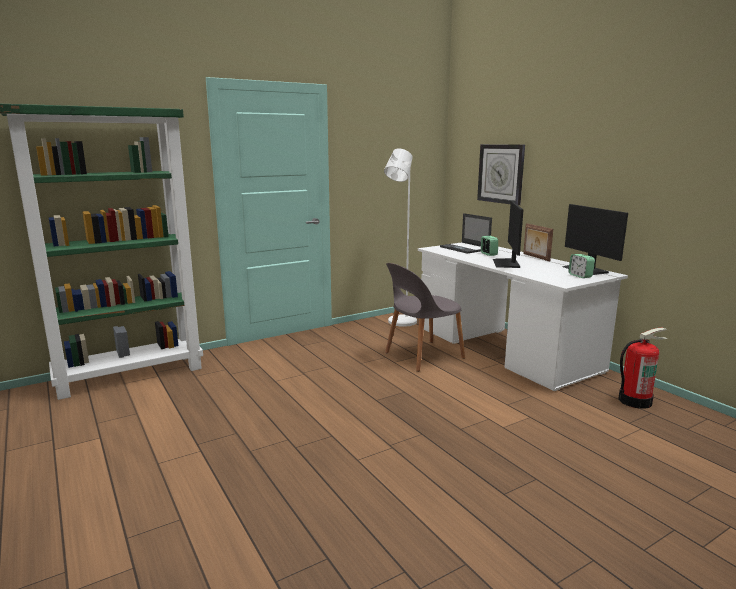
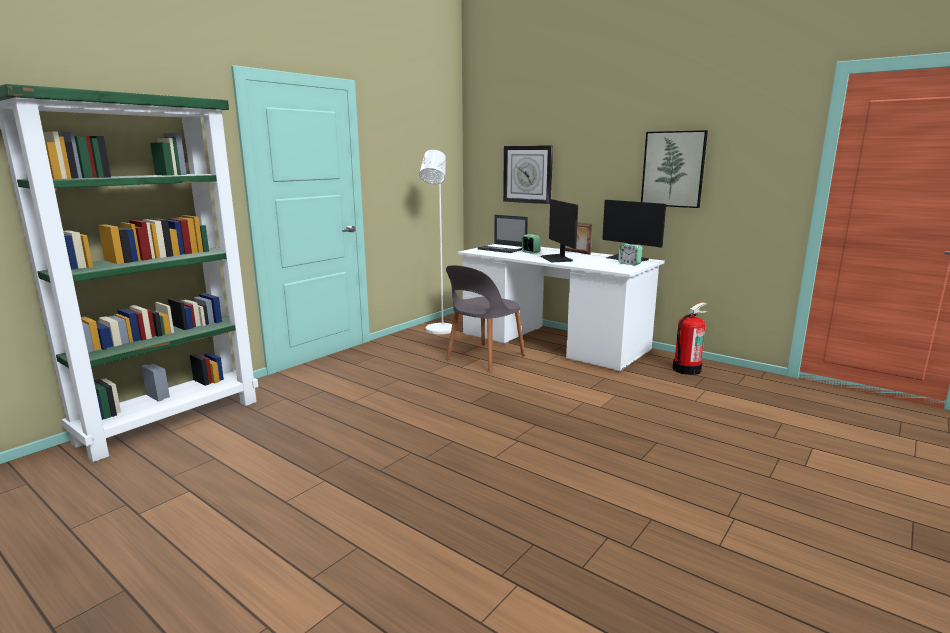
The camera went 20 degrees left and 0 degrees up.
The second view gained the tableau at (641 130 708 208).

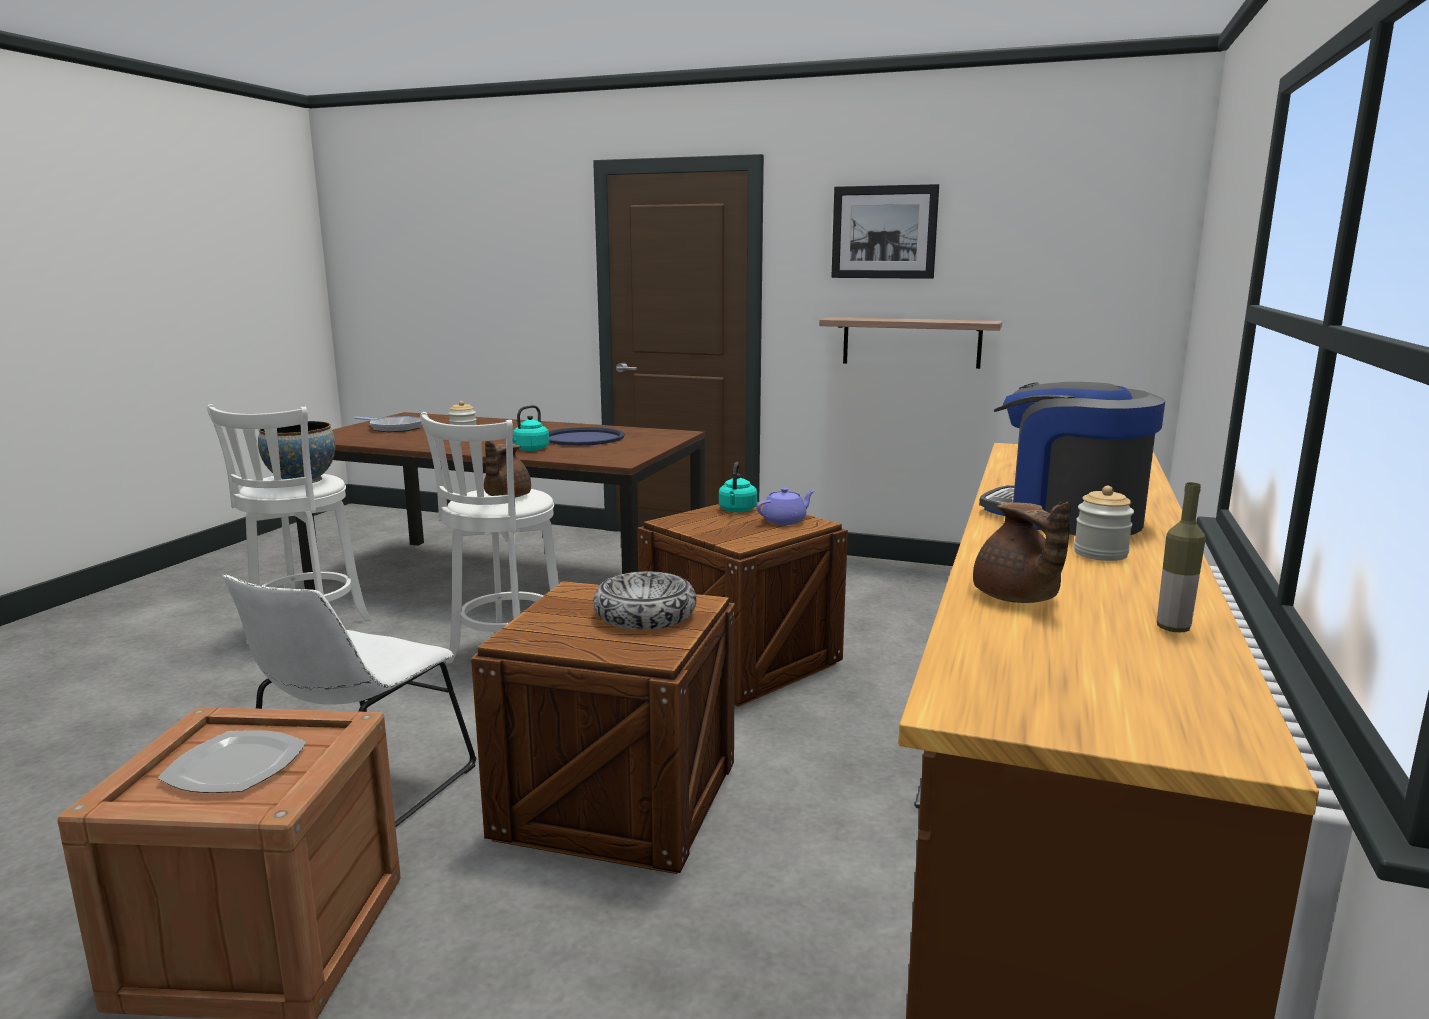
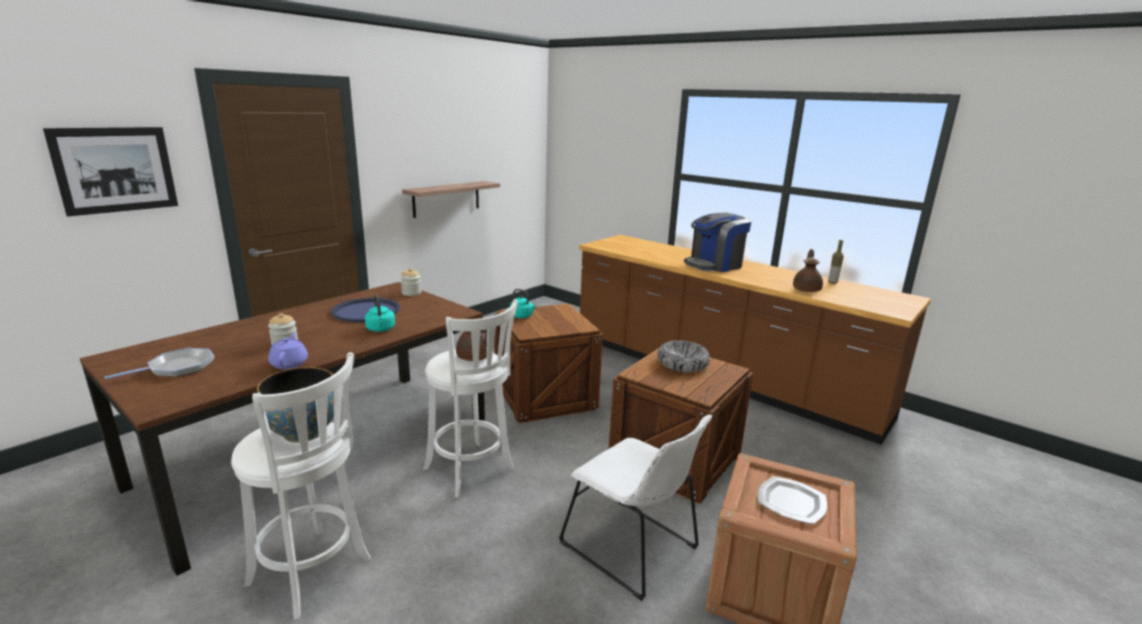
The camera went 70 degrees left and 5 degrees up.
The théière (violet) ended up elsewhere, having gone from (756 488 815 525) to (268 332 308 369).
The tableau ended up elsewhere, having gone from (831 184 939 279) to (43 127 178 216).
The théière (marron) at (973 501 1071 603) ended up facing another way, 75 degrees counterclockwise from before.
The bocal ended up elsewhere, having gone from (1074 486 1134 561) to (401 268 421 296).

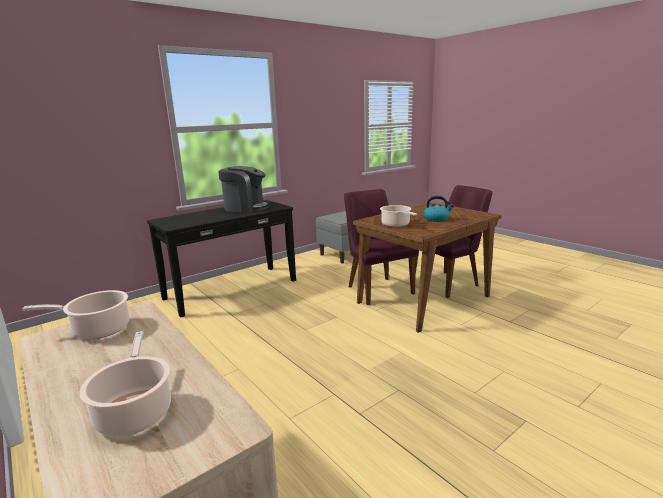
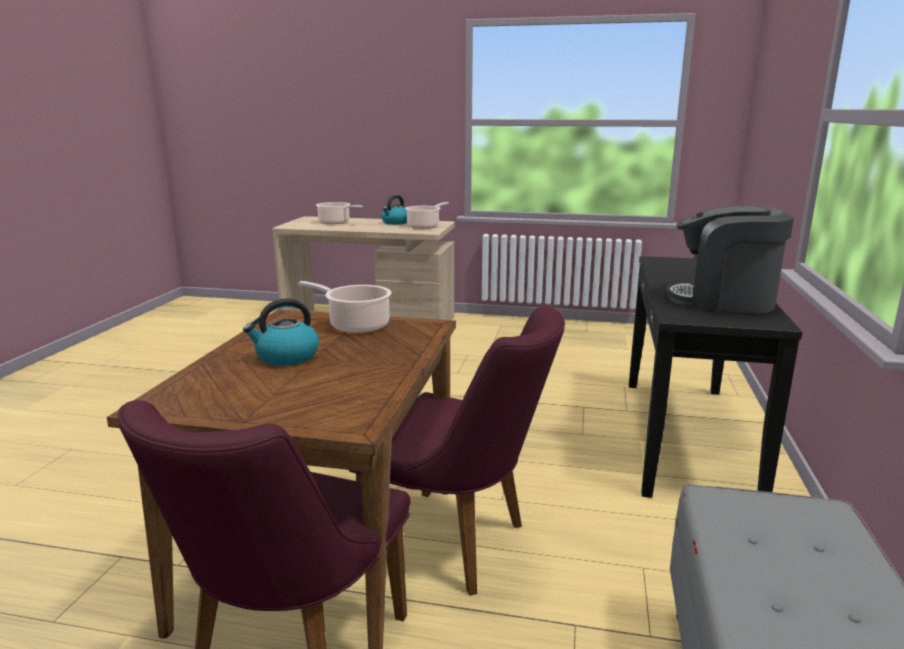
The camera went 140 degrees right and 0 degrees up.
The machine à café at (218 166 269 212) ended up facing another way, 45 degrees clockwise from before.
The second view gained the bouilloire at (381 195 407 225).

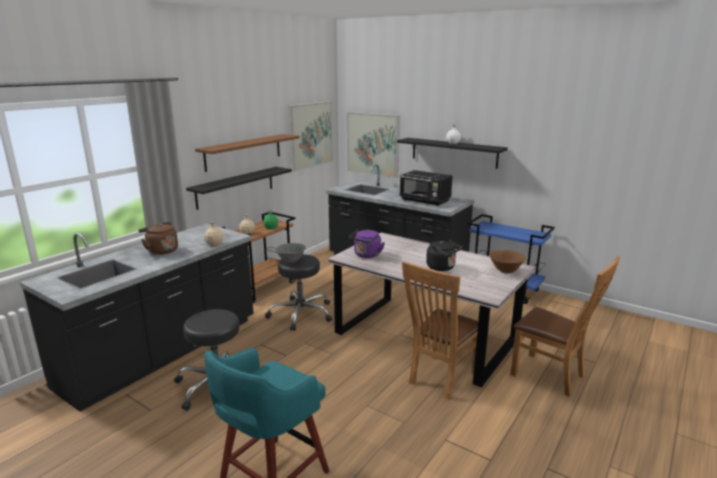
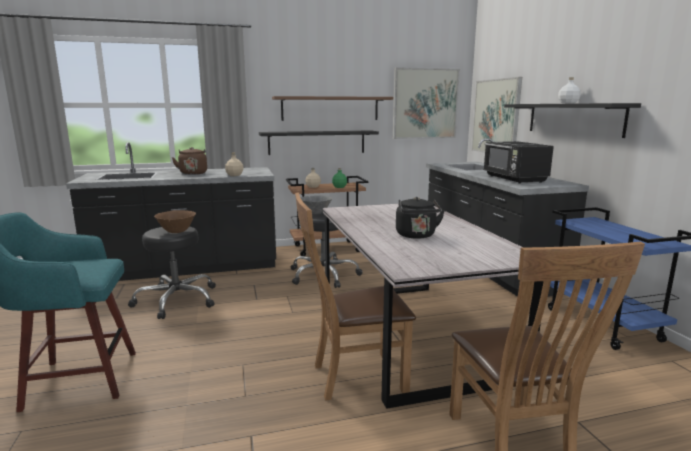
The camera went 40 degrees right and 5 degrees down.
The second view lost the bouilloire (violet) at (349 229 385 258).
The bol (marron) ended up elsewhere, having gone from (489 250 527 273) to (154 210 196 233).

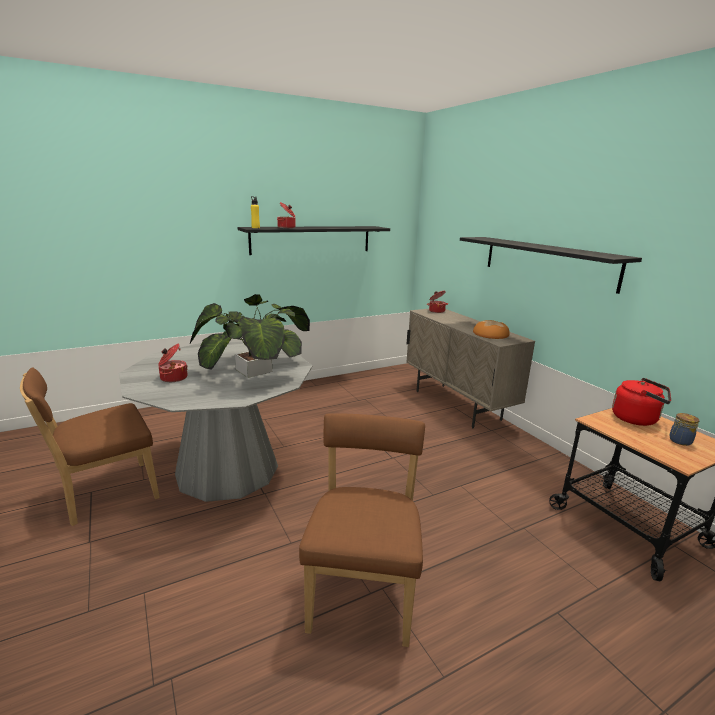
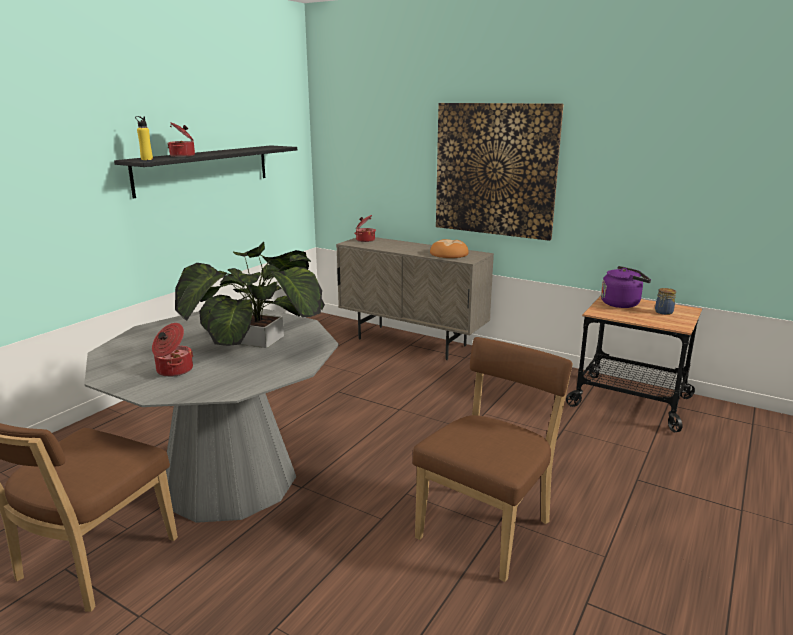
The camera went 30 degrees left and 0 degrees up.
The chaise (marron) at (299 413 425 647) ended up facing another way, 60 degrees clockwise from before.
Where the étagère (noir) hung at (460 237 642 294), the tableau came to hang at (436 103 564 241).
What was the bouilloire (rouge) at (612 378 671 426) turned into the bouilloire (violet) at (601 266 651 308).

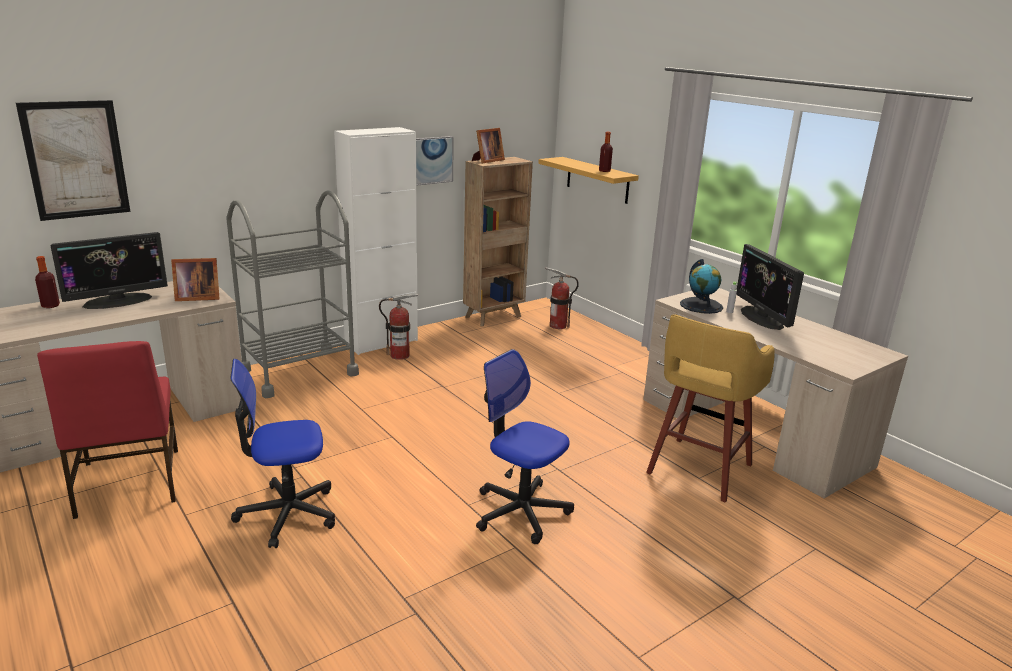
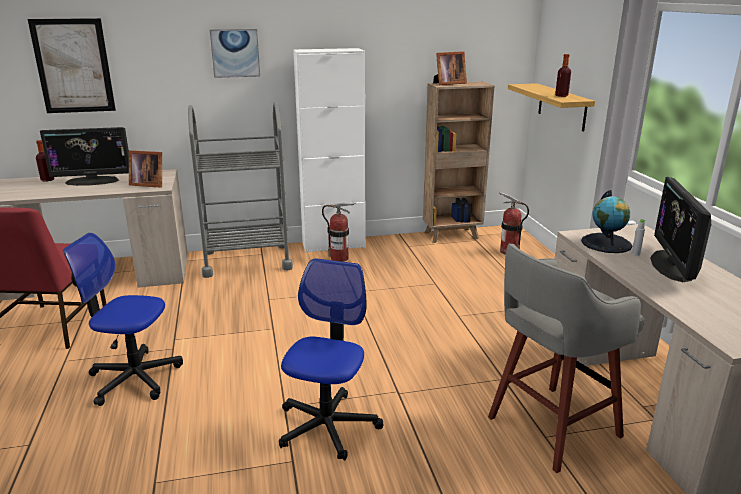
The camera went 25 degrees right and 0 degrees up.
The tableau ended up elsewhere, having gone from (416 136 454 186) to (210 29 260 78).
The chaise de bureau at (476 349 574 544) ended up facing another way, 45 degrees clockwise from before.
What was the tabouret (jaune) at (646 314 775 502) turned into the tabouret (gris) at (488 244 645 473).

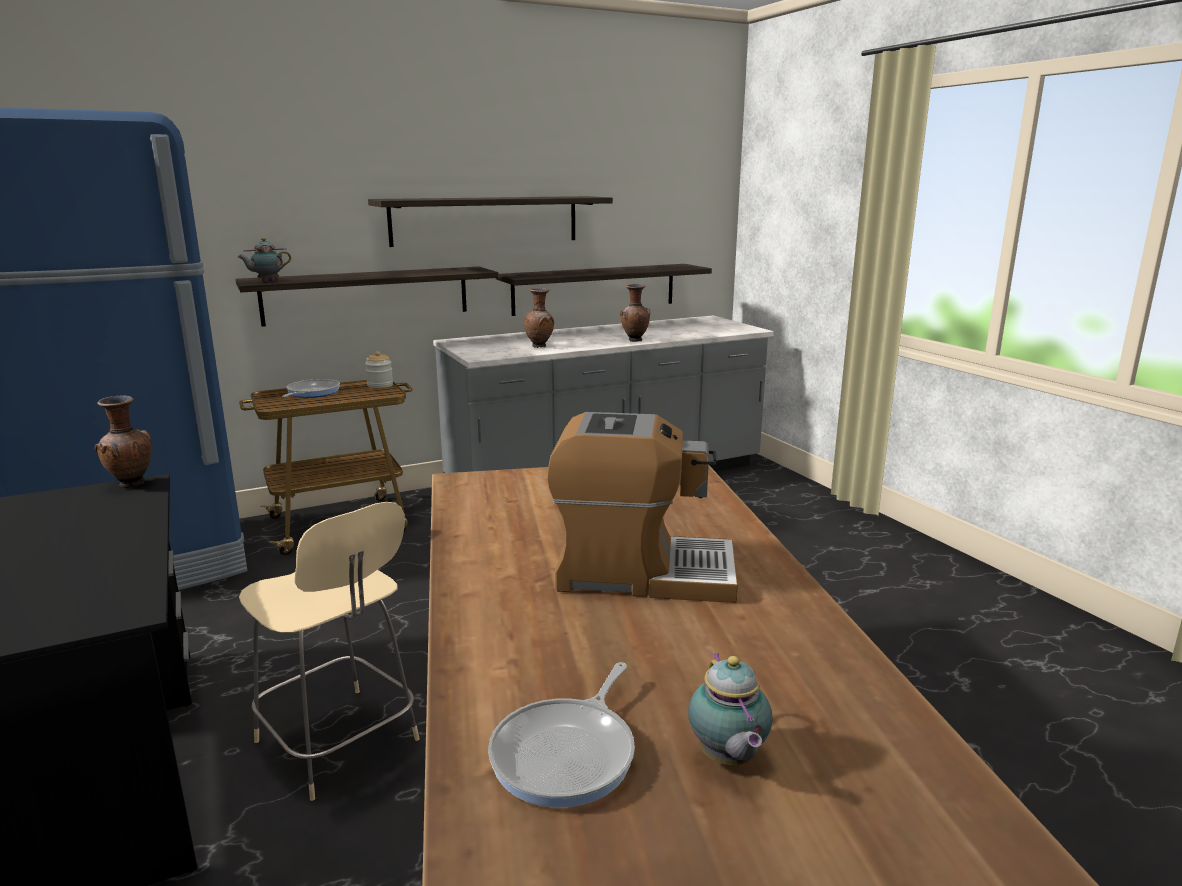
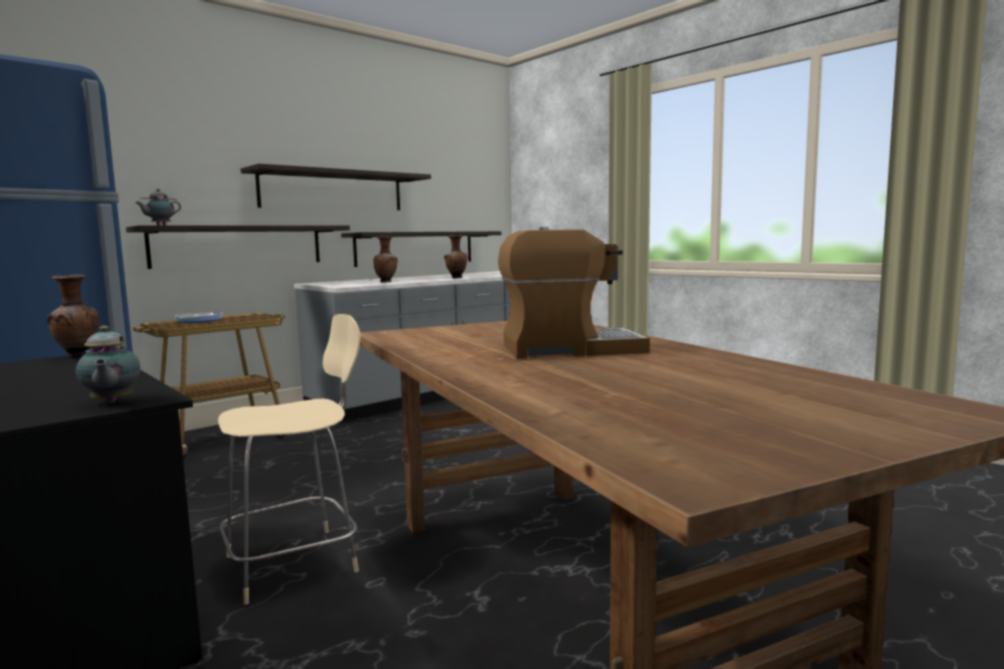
The camera went 15 degrees left and 10 degrees down.
The chaise (beige) at (239 502 420 801) ended up facing another way, 60 degrees counterclockwise from before.
The second view lost the bocal at (365 351 393 388).
The second view lost the poêle at (488 662 635 808).
The théière ended up elsewhere, having gone from (688 653 773 765) to (76 326 140 404).

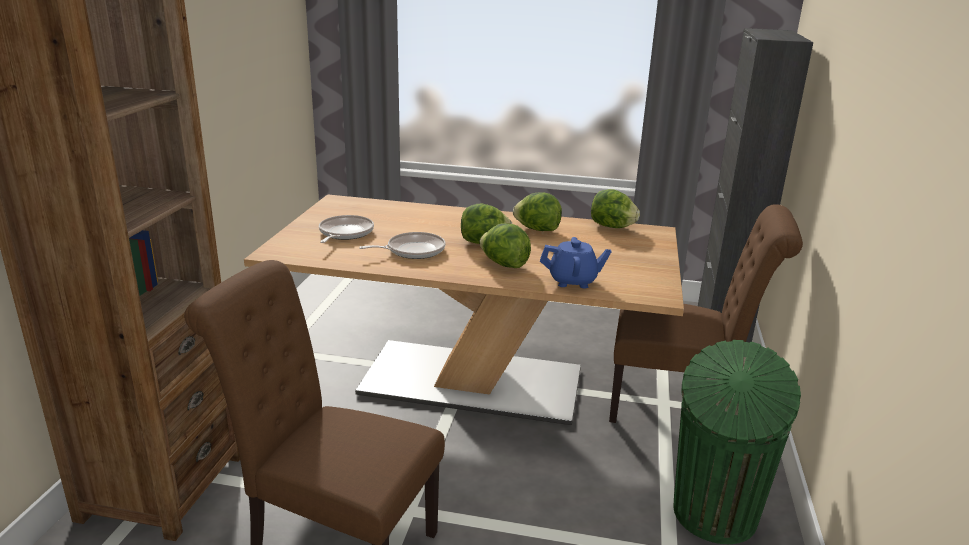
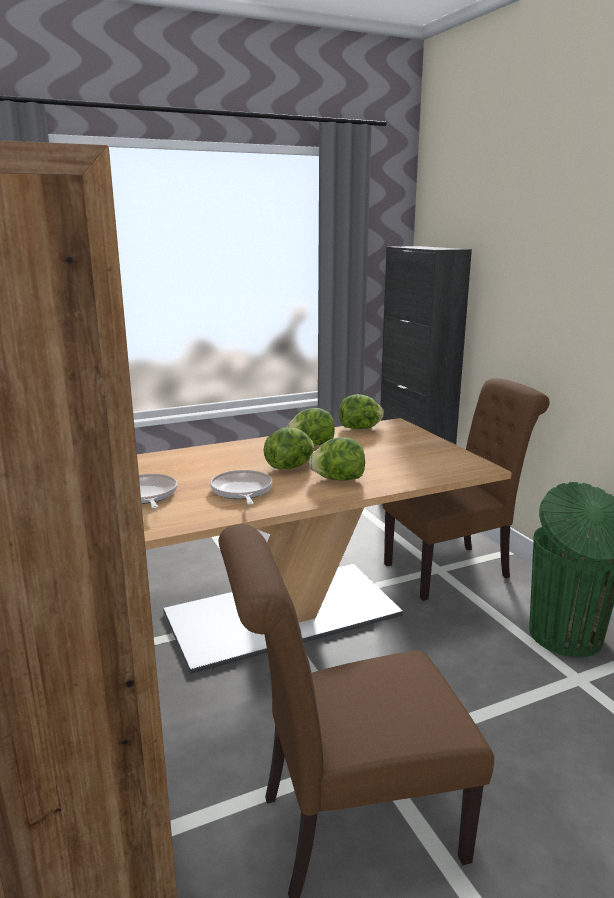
The camera went 35 degrees left and 5 degrees down.
The poêle at (359 232 446 259) ended up facing another way, 45 degrees counterclockwise from before.
The second view lost the théière (bleu) at (540 237 612 288).

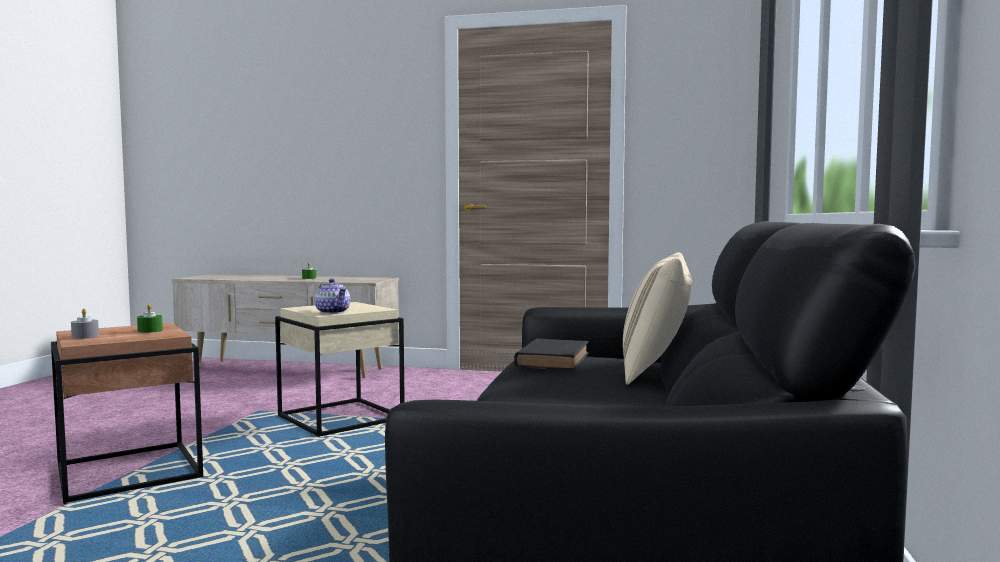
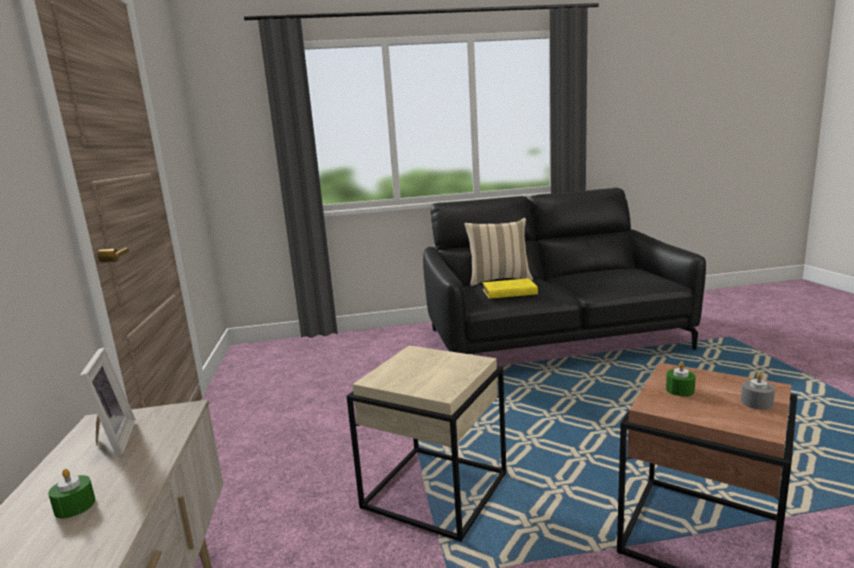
The camera went 110 degrees left and 10 degrees up.
The second view lost the théière at (314 279 350 314).
What was the livre (noir) at (514 338 588 370) turned into the livre (jaune) at (483 278 538 299).
The second view gained the cadre photo at (80 348 136 457).

